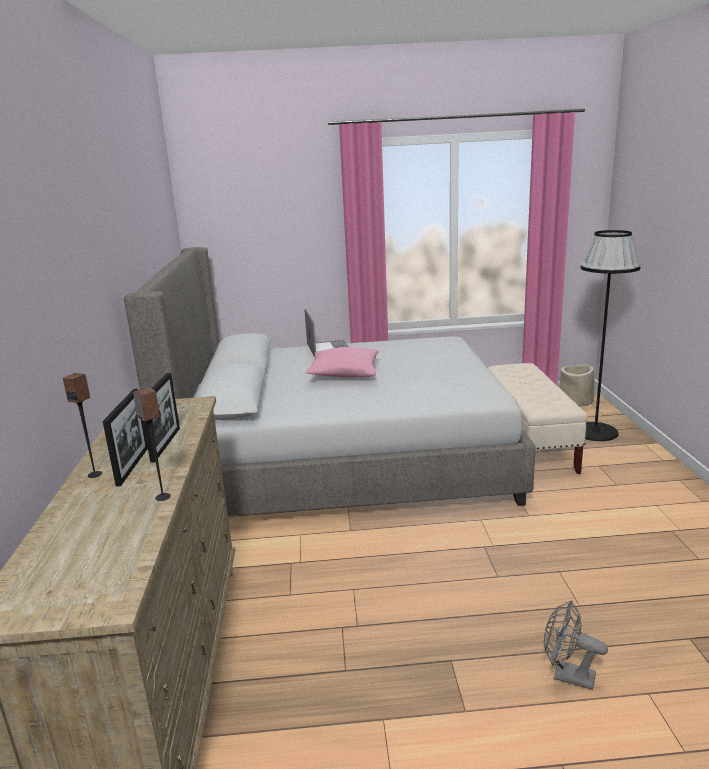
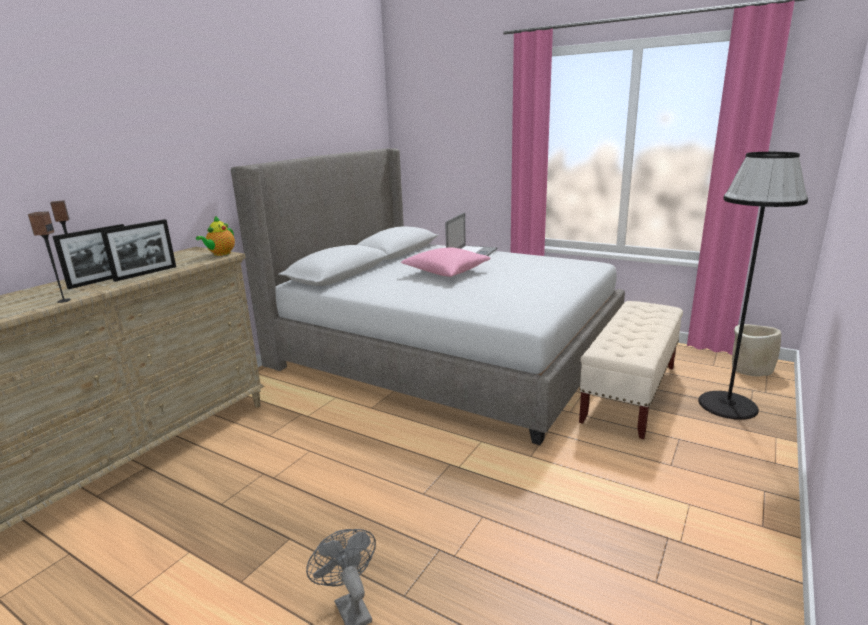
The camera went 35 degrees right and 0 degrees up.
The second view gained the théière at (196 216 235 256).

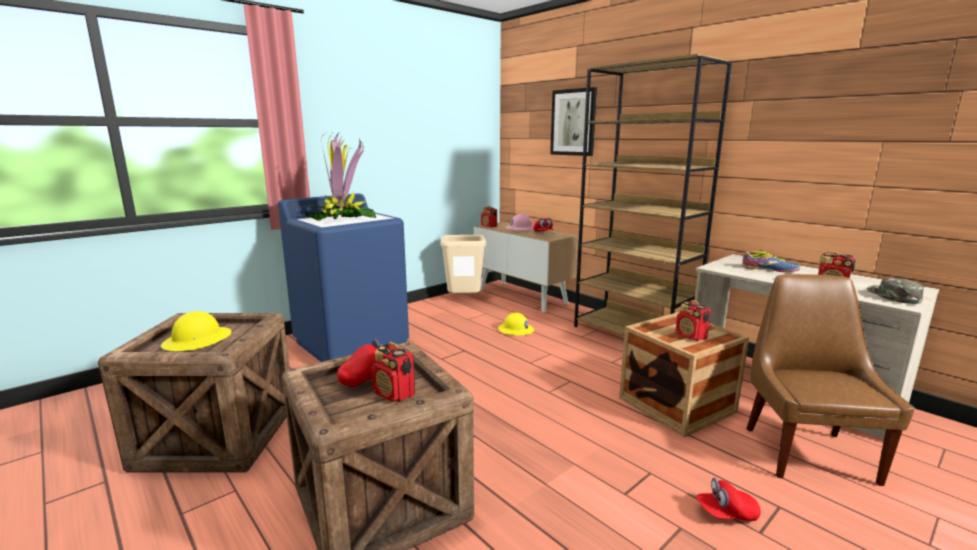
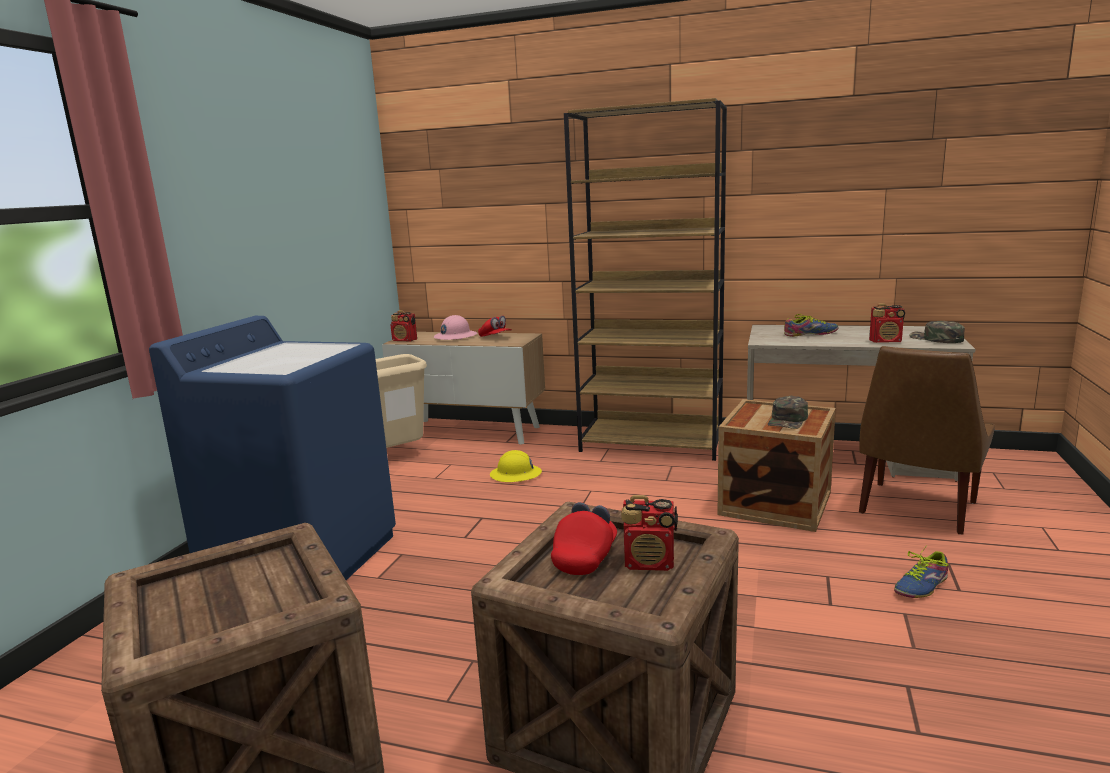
The camera went 30 degrees left and 0 degrees up.
The second view lost the casque de chantier (jaune) at (161 311 231 351).
The second view lost the plante en pot at (305 133 376 221).
The second view lost the tableau at (550 87 597 156).
Where the radio stood at (676 300 711 341), the casquette (vert) came to stand at (768 396 808 429).
Where the casquette (rouge) stood at (697 478 761 521), the chaussure came to stand at (894 545 948 598).
The chaise (marron) at (747 274 915 486) ended up facing another way, 120 degrees counterclockwise from before.

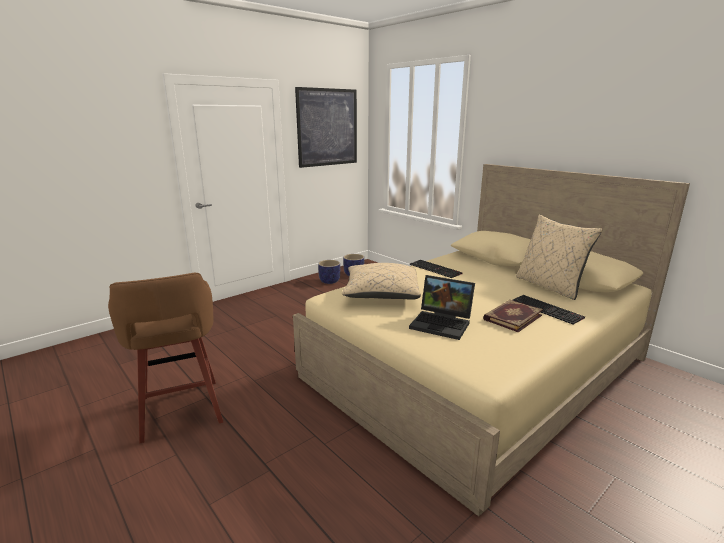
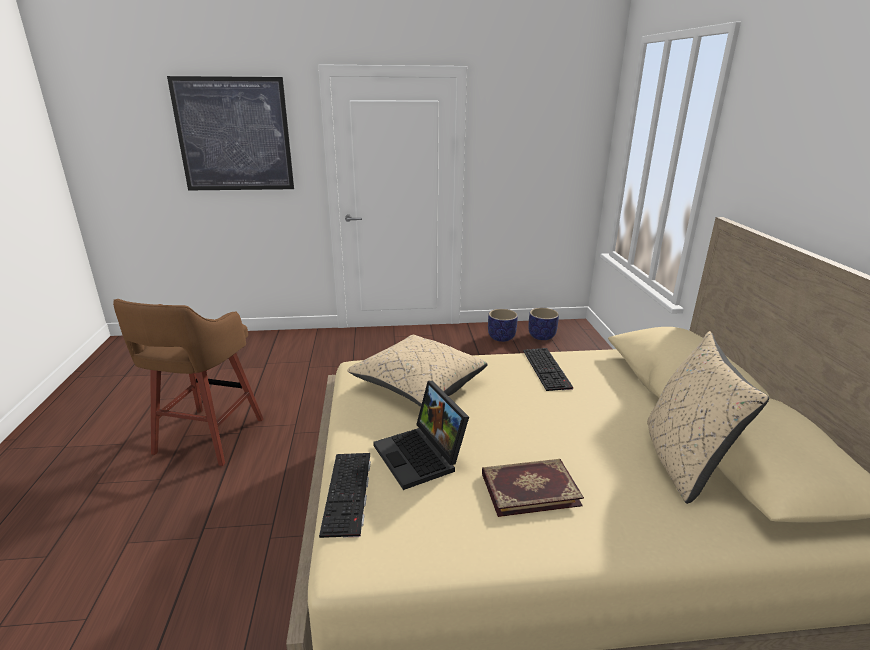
The camera went 35 degrees right and 5 degrees up.
The tableau ended up elsewhere, having gone from (295 87 357 168) to (167 76 294 190).
The clavier ended up elsewhere, having gone from (513 295 585 324) to (319 453 371 538).

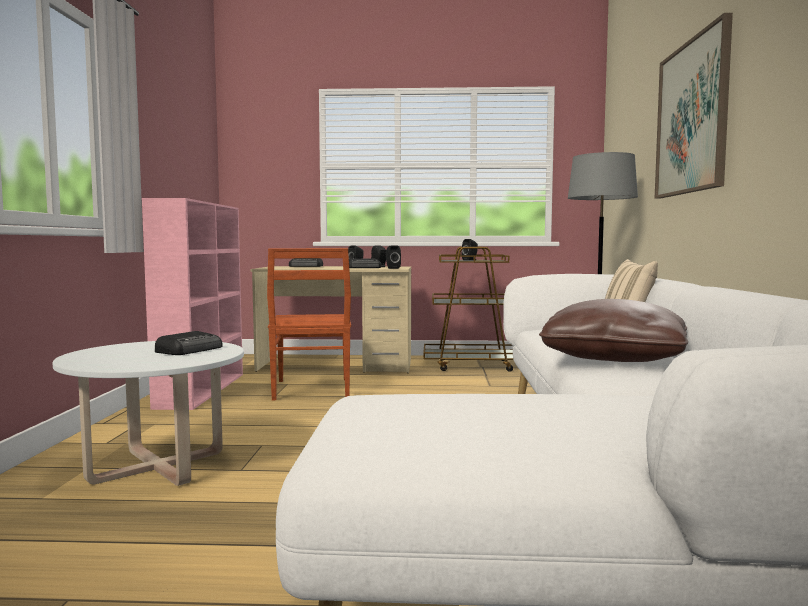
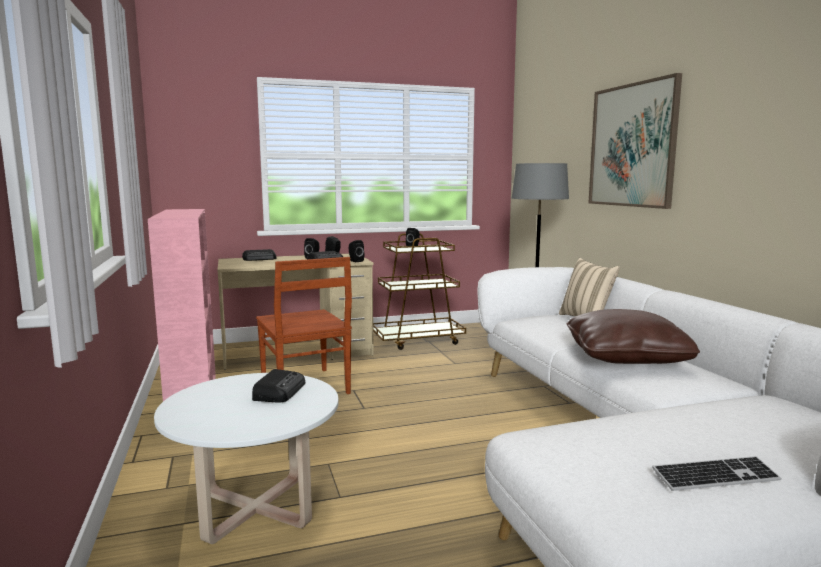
The camera went 20 degrees left and 5 degrees up.
The second view gained the clavier at (652 456 781 491).

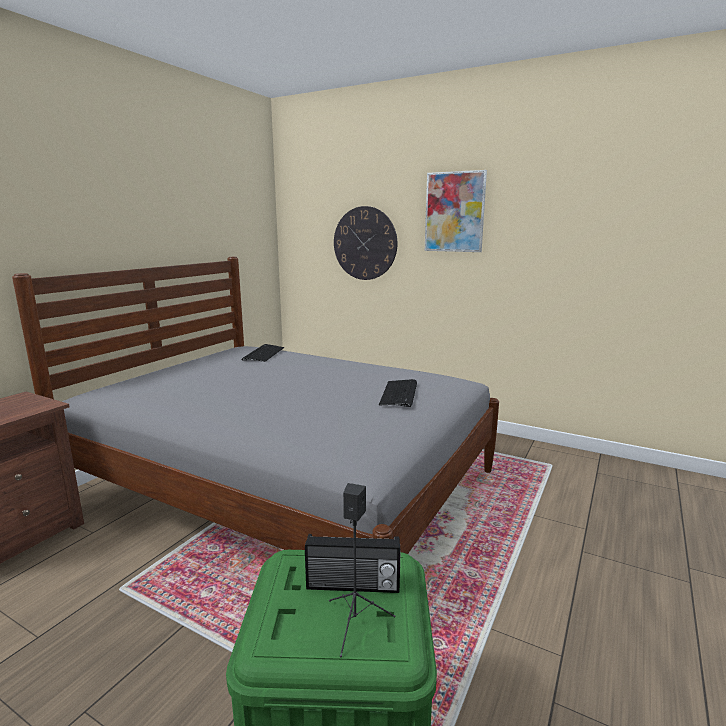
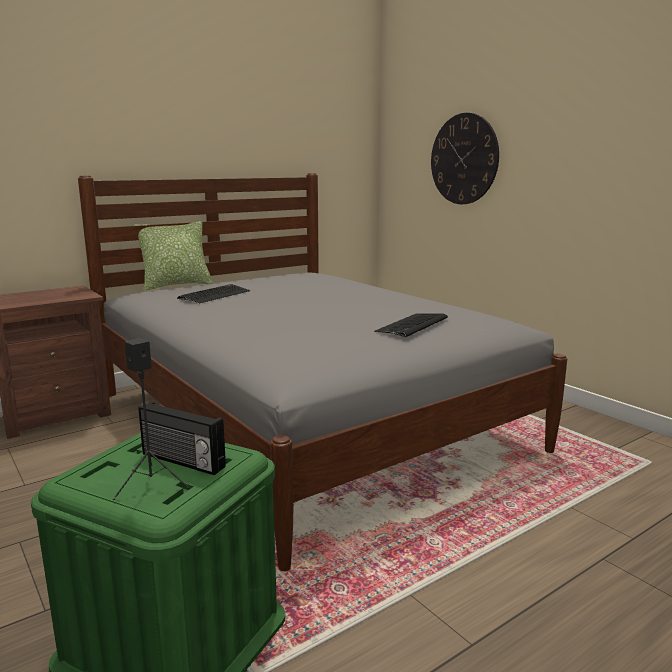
The camera went 25 degrees right and 0 degrees up.
The clavier ended up elsewhere, having gone from (242 344 284 362) to (177 284 250 303).
The second view lost the tableau at (425 170 487 252).
The second view gained the coussin at (134 221 213 290).

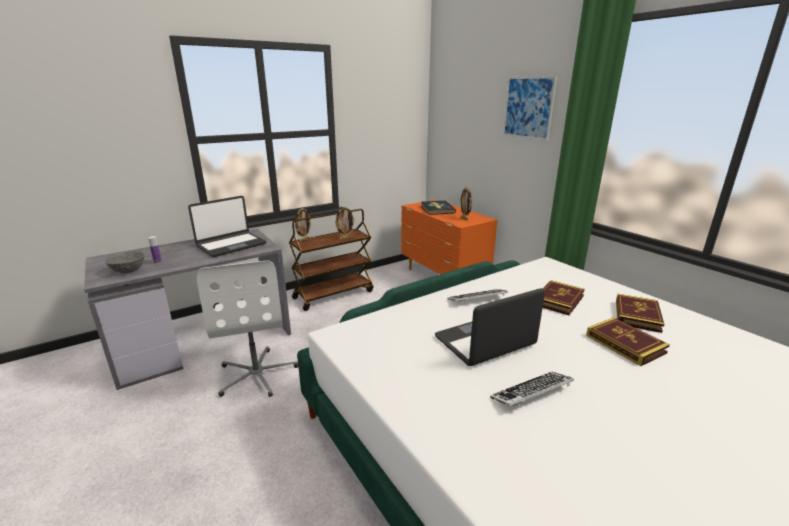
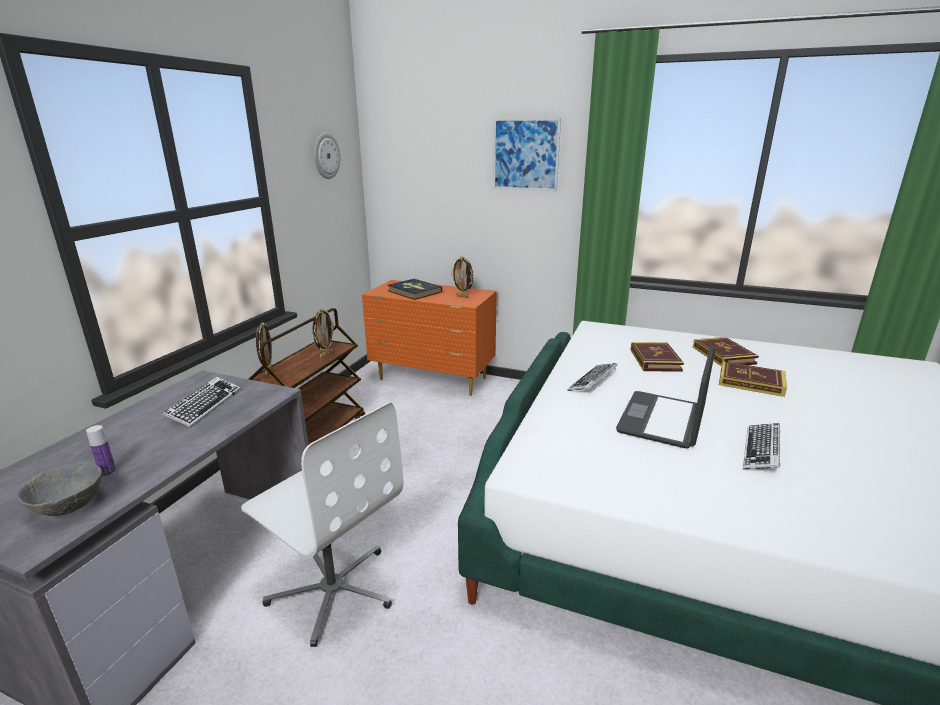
The camera went 35 degrees left and 0 degrees up.
Where the ordinateur portable stood at (188 196 266 257), the clavier came to stand at (163 376 241 428).
The second view gained the horloge murale at (314 133 340 179).

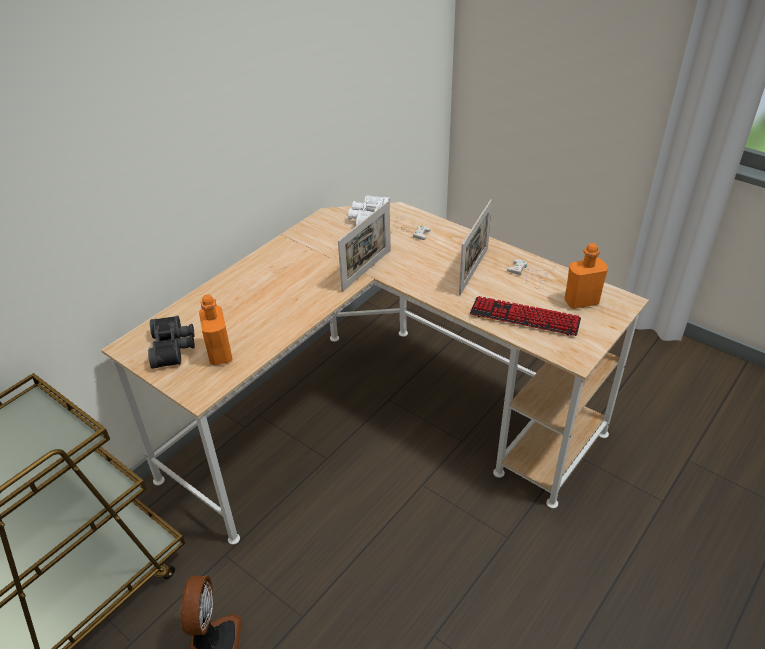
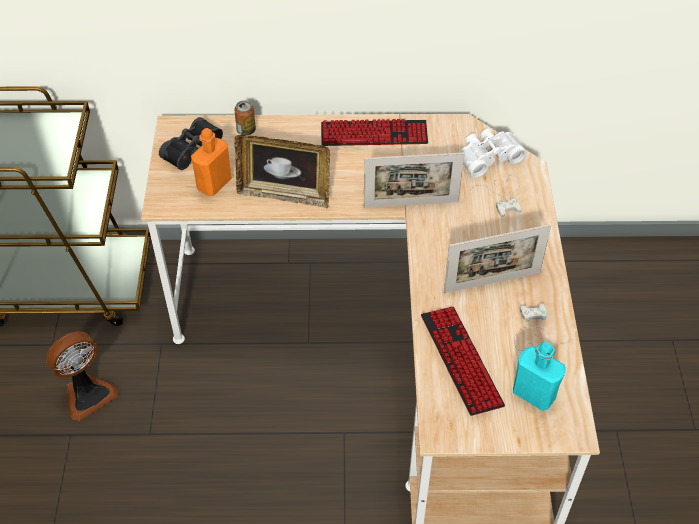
The camera went 50 degrees right and 10 degrees up.
What was the bouteille (orange) at (564 243 608 309) turned into the bouteille (turquoise) at (513 342 566 411).
The second view gained the boîte métallique at (234 100 256 135).
The second view gained the cadre photo at (234 135 330 209).
The second view gained the clavier at (321 119 428 146).

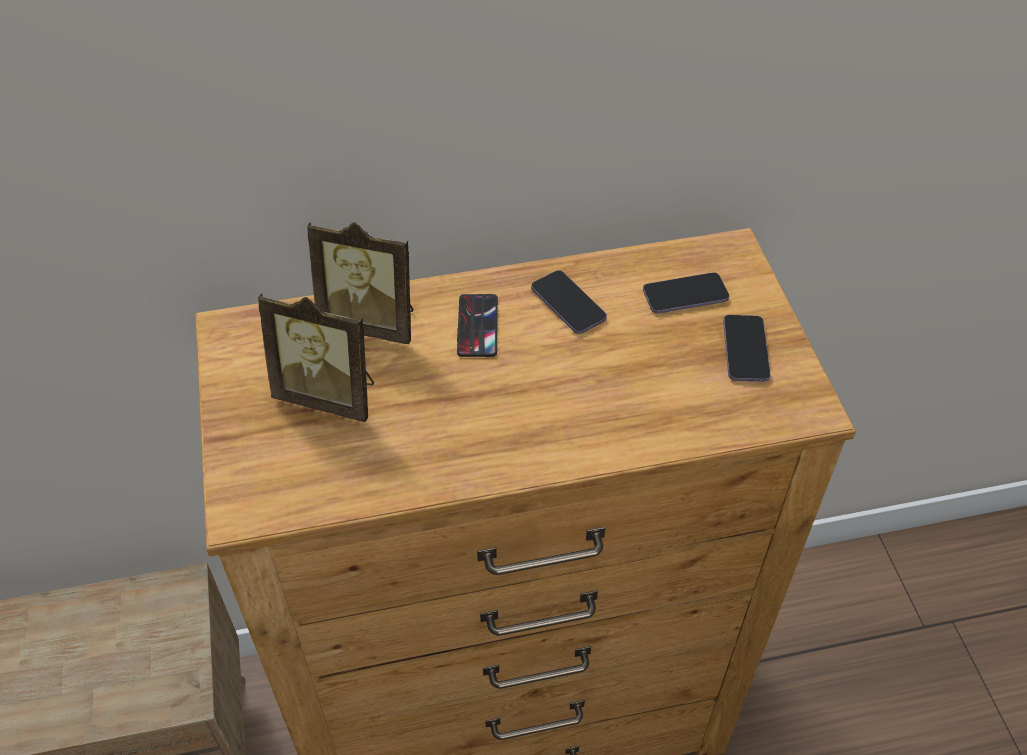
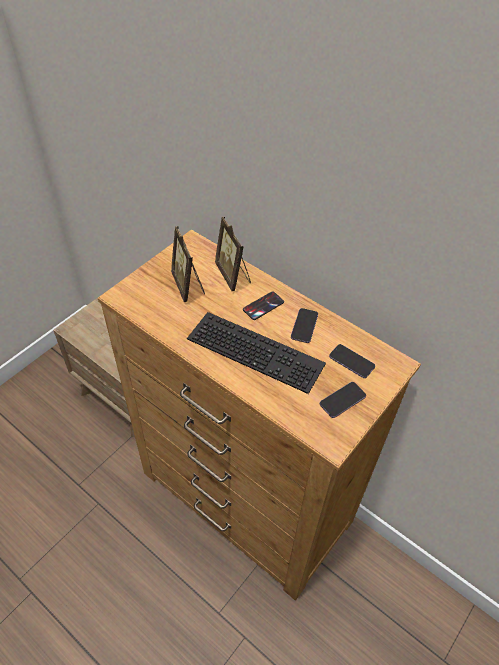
The camera went 50 degrees right and 0 degrees up.
The second view gained the clavier at (187 312 326 394).

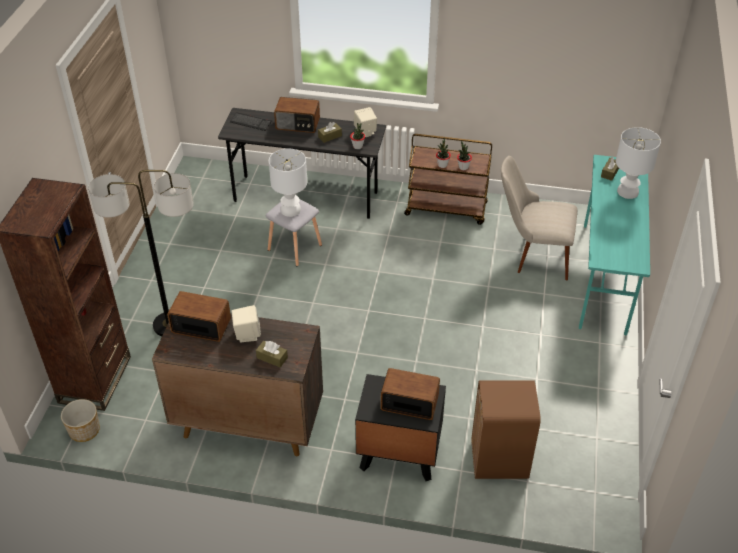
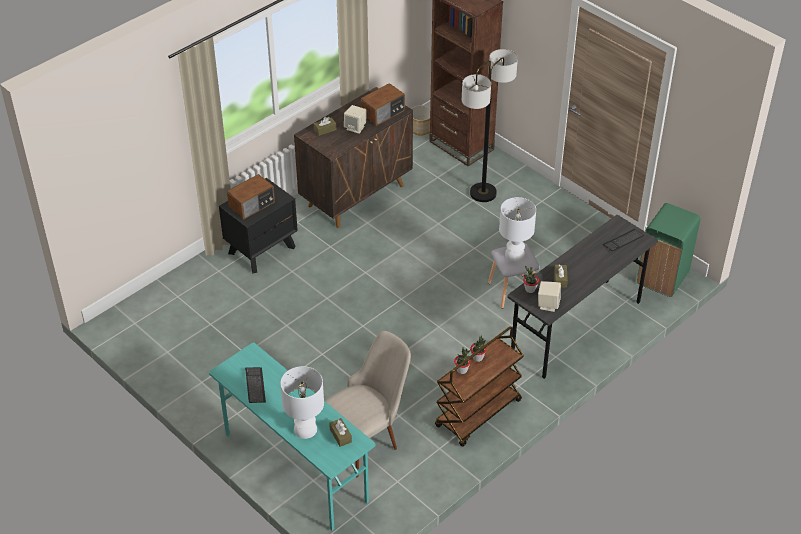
The camera went 125 degrees right and 0 degrees up.
The second view lost the radio at (274 97 320 133).
The second view lost the poubelle (marron) at (472 380 541 479).
The second view gained the clavier at (245 367 266 403).
The second view gained the poubelle (vert) at (637 203 700 297).

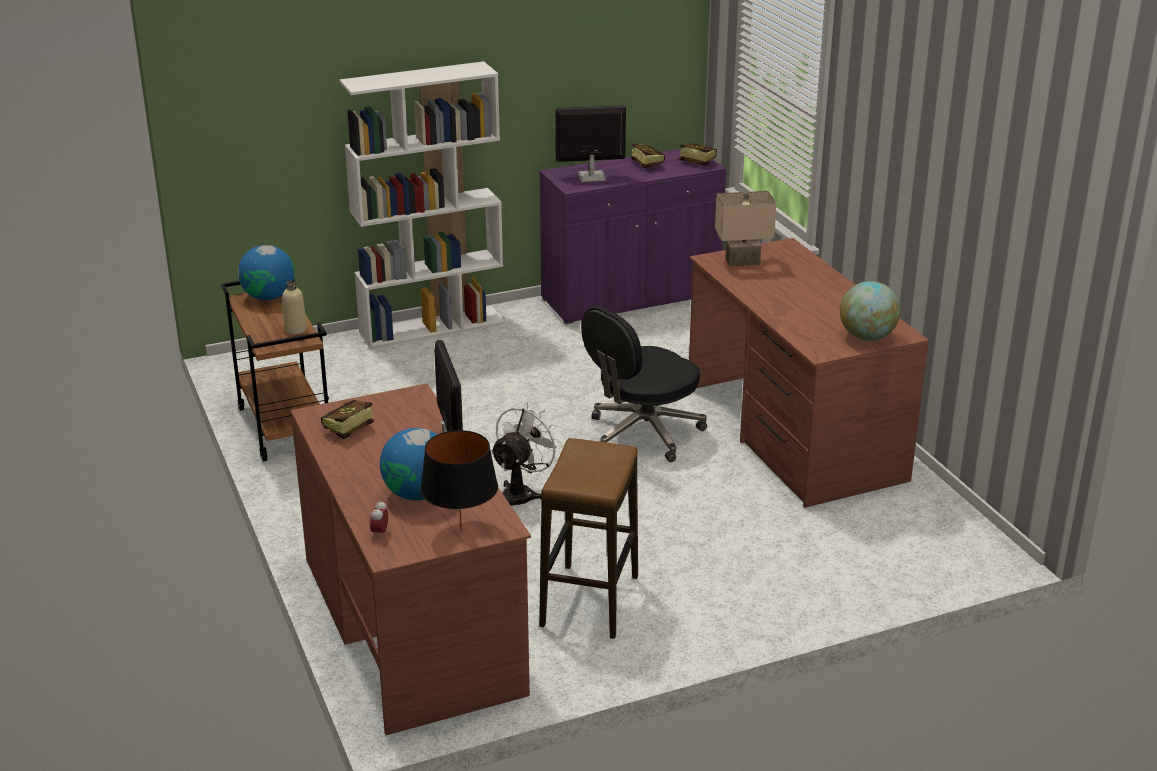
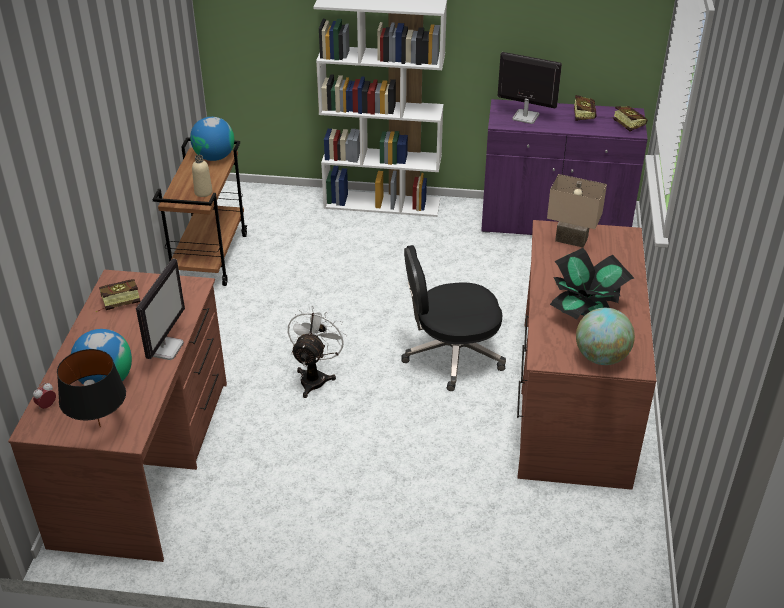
The camera went 30 degrees right and 10 degrees up.
The ventilateur (blanc) at (491 402 563 506) ended up facing another way, 45 degrees counterclockwise from before.
The second view lost the tabouret at (539 438 638 639).
The second view gained the plante en pot at (550 248 634 319).

